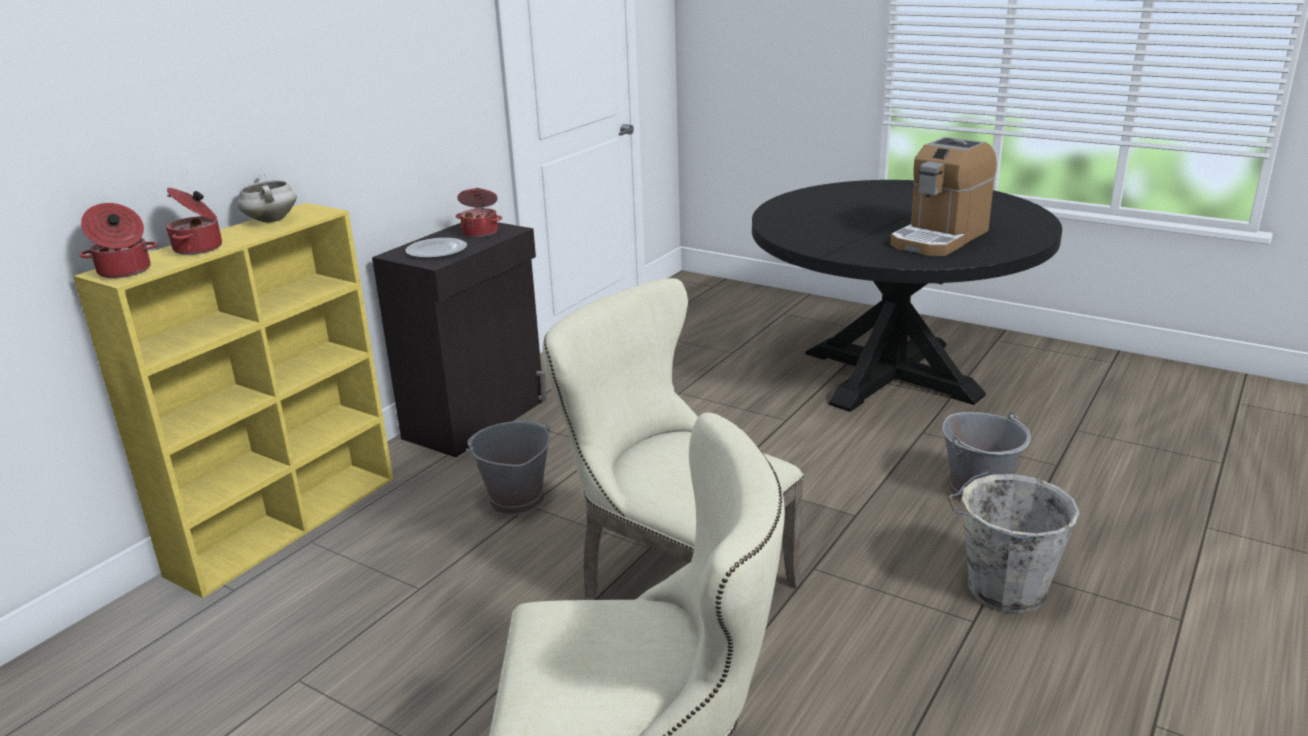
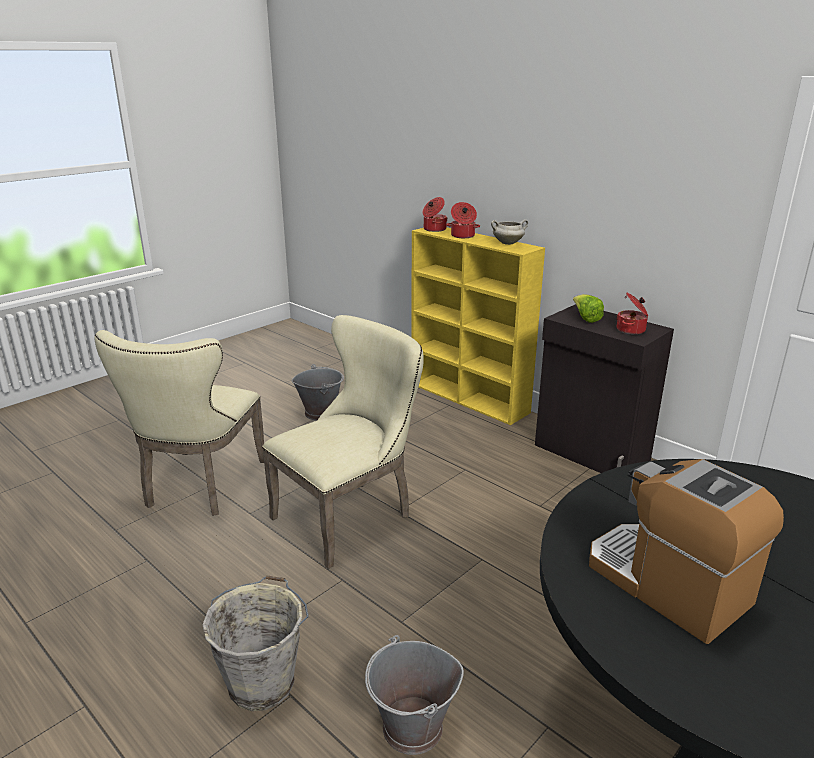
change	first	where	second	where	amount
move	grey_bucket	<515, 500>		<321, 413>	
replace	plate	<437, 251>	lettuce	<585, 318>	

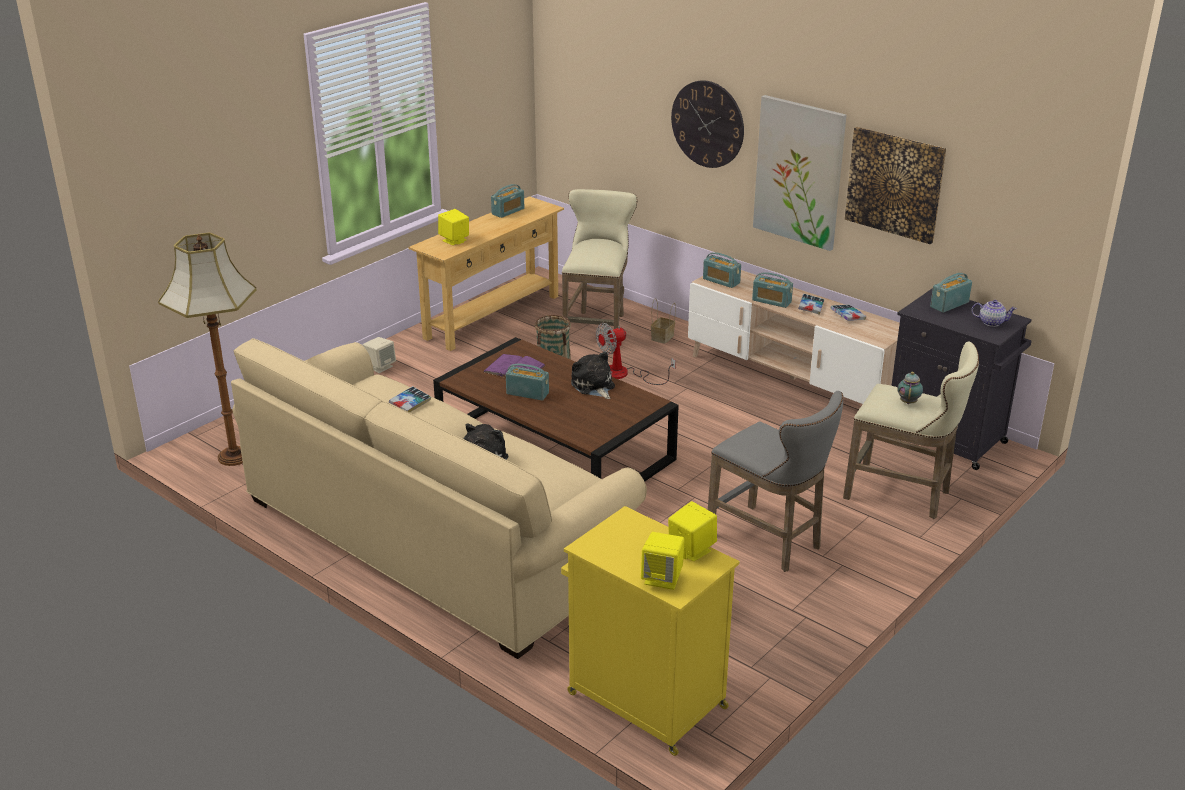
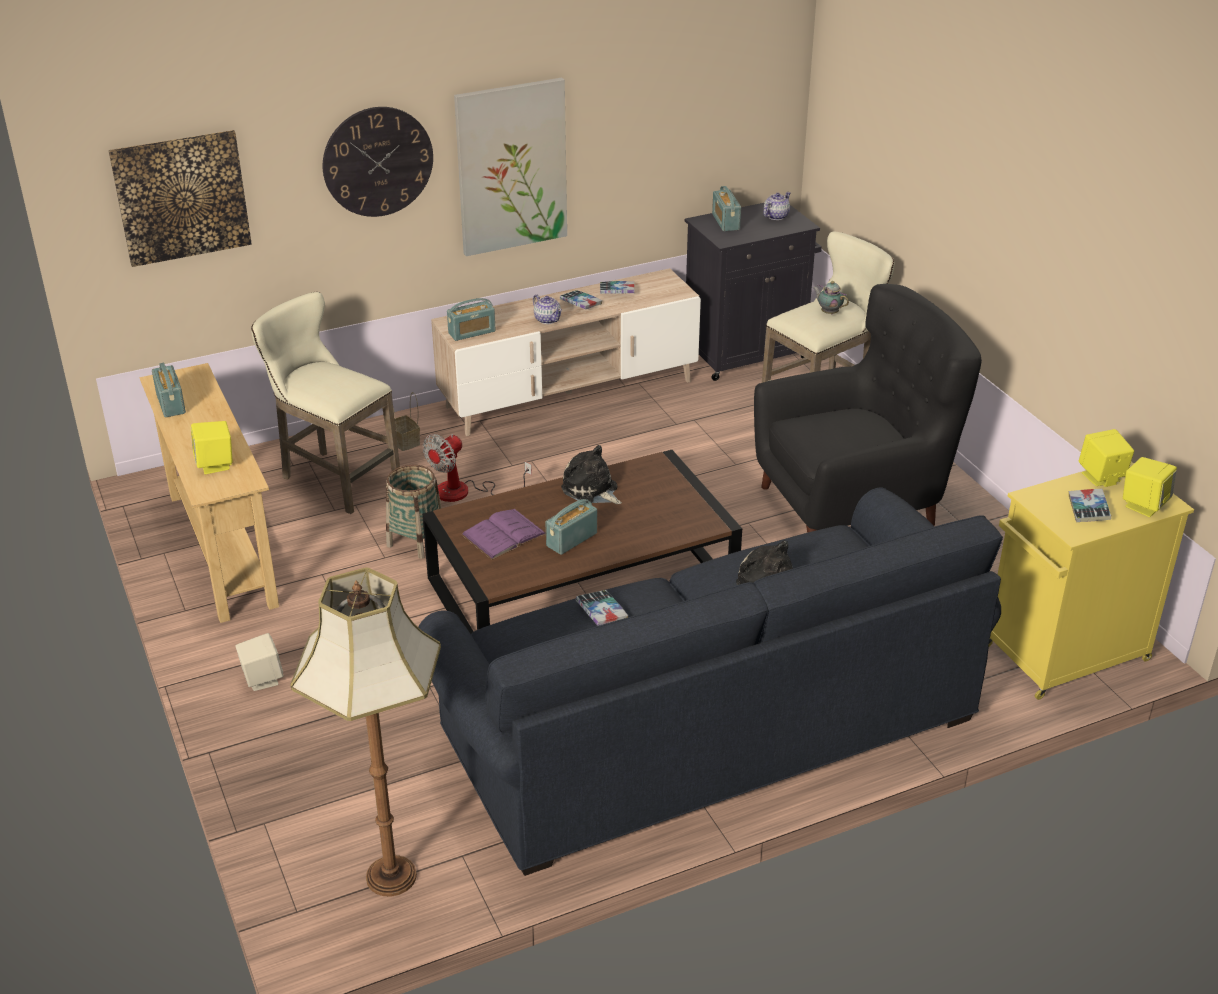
change	first	where	second	where	amount
insert			book	<1088, 509>	
move	picture	<895, 184>		<181, 197>	
replace	grey_stool	<769, 542>	black_armchair	<853, 504>	
replace	radio	<771, 301>	teapot	<547, 319>	
recolor	beige_sofa	<433, 536>	blue_sofa	<709, 727>	
rotate	plush_toy	<593, 386>		<591, 490>	45 degrees clockwise
rotate	fan	<624, 374>		<465, 492>	45 degrees clockwise

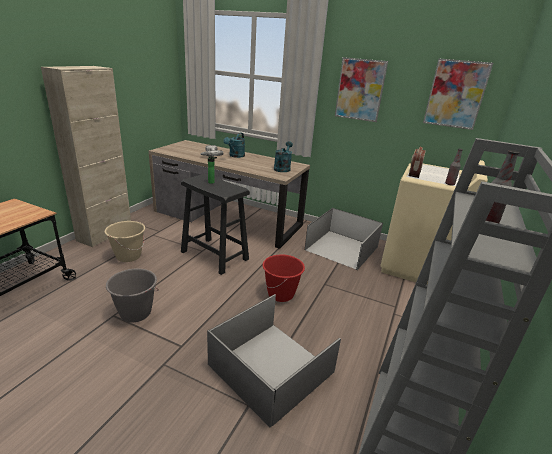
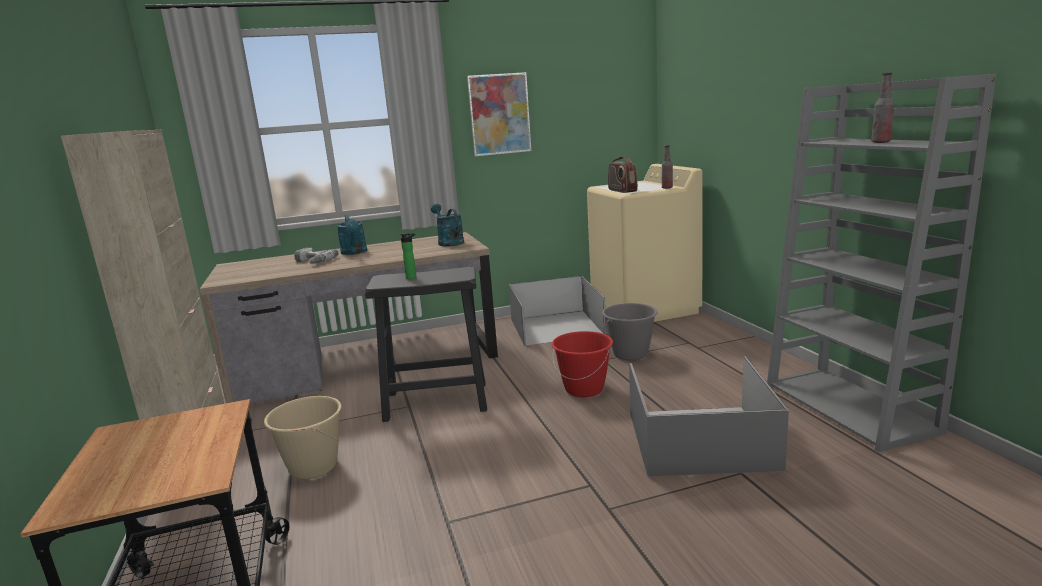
change	first	where	second	where	amount
delete	picture	<456, 94>			
move	grey_bucket	<135, 313>		<630, 354>	

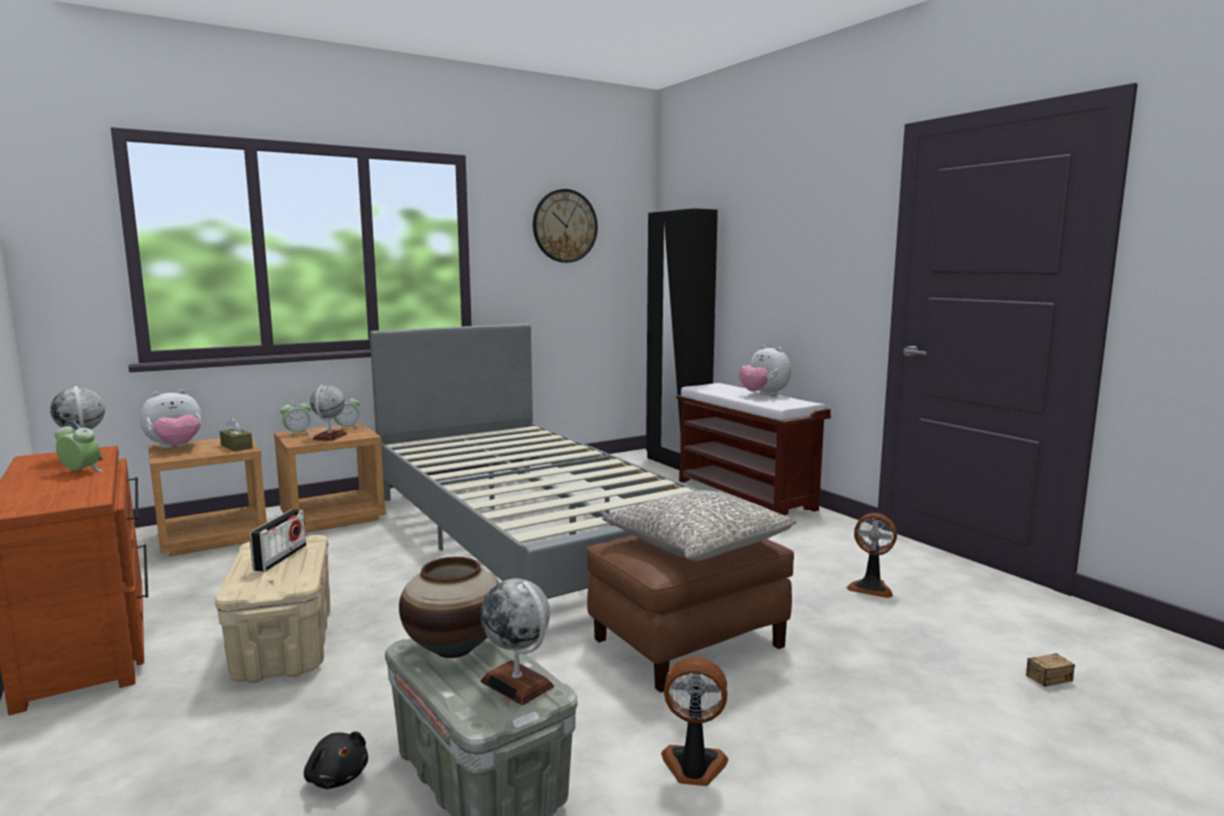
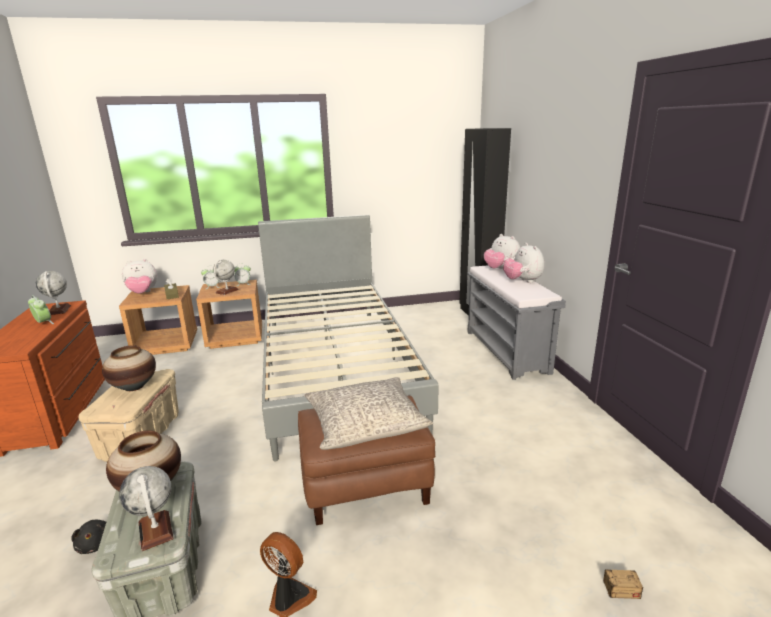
change	first	where	second	where	amount
delete	wall_clock	<564, 226>			
delete	fan	<871, 587>			
insert			plush_toy	<501, 270>	
replace	radio	<280, 557>	vase	<134, 386>	
recolor	brown_bench	<746, 495>	grey_bench	<507, 351>	

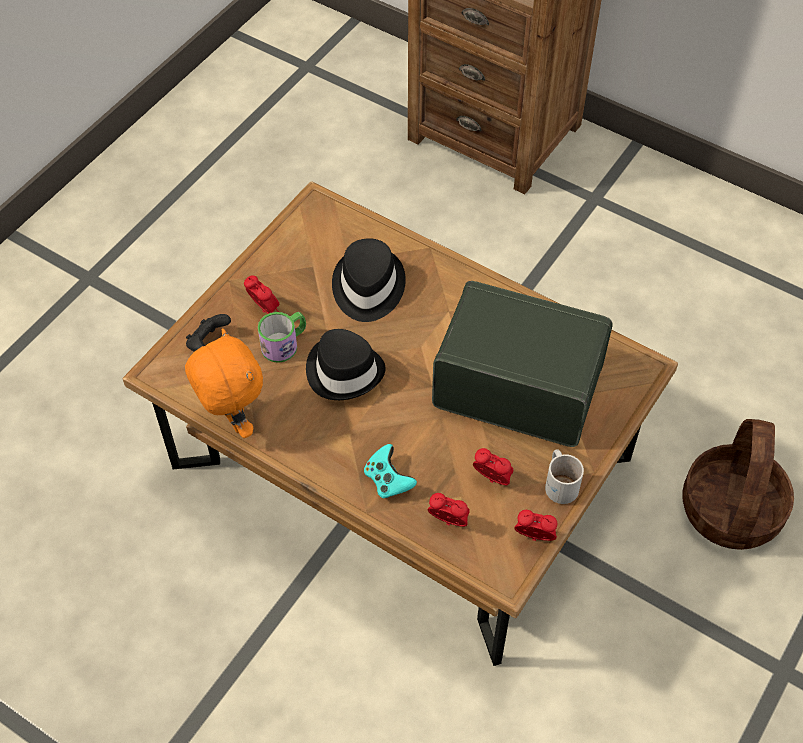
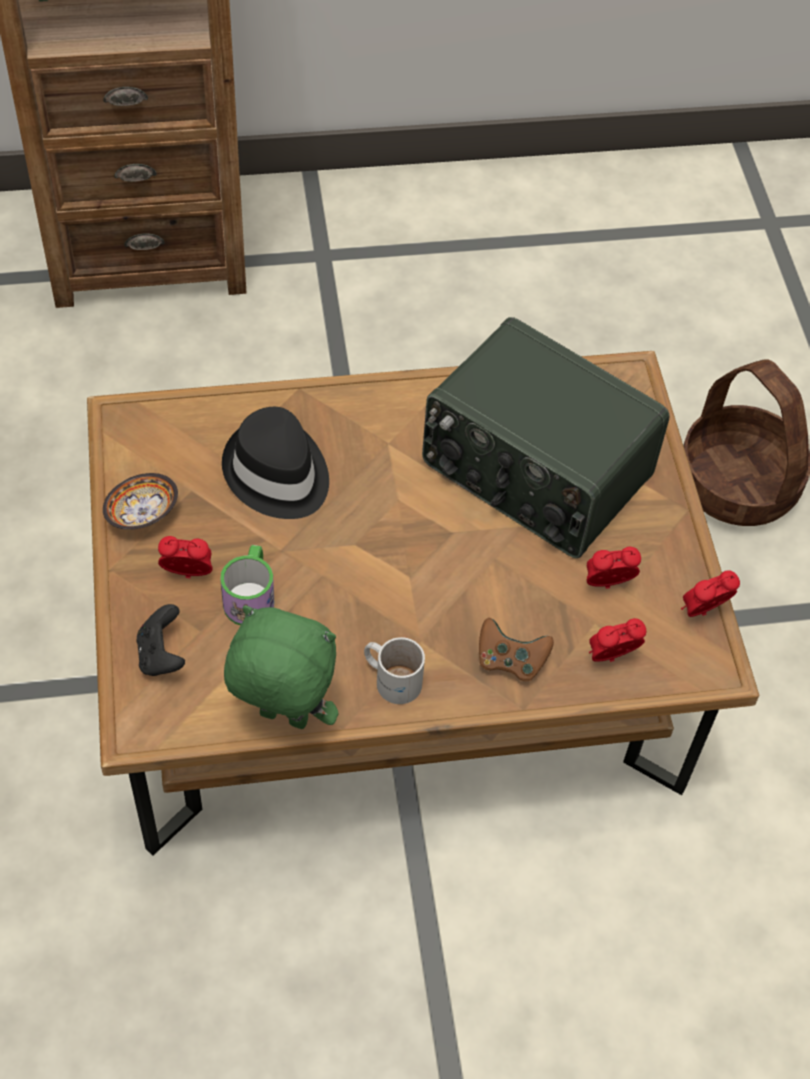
change	first	where	second	where	amount
delete	black_hat	<344, 371>			
insert			bowl	<142, 513>	
move	white_mug	<561, 482>		<392, 677>	
recolor	orange_plush_toy	<232, 420>	green_plush_toy	<282, 719>	
recolor	turquoise_game_controller	<388, 480>	brown_game_controller	<510, 660>	
rotate	radio	<518, 385>		<534, 472>	120 degrees counterclockwise

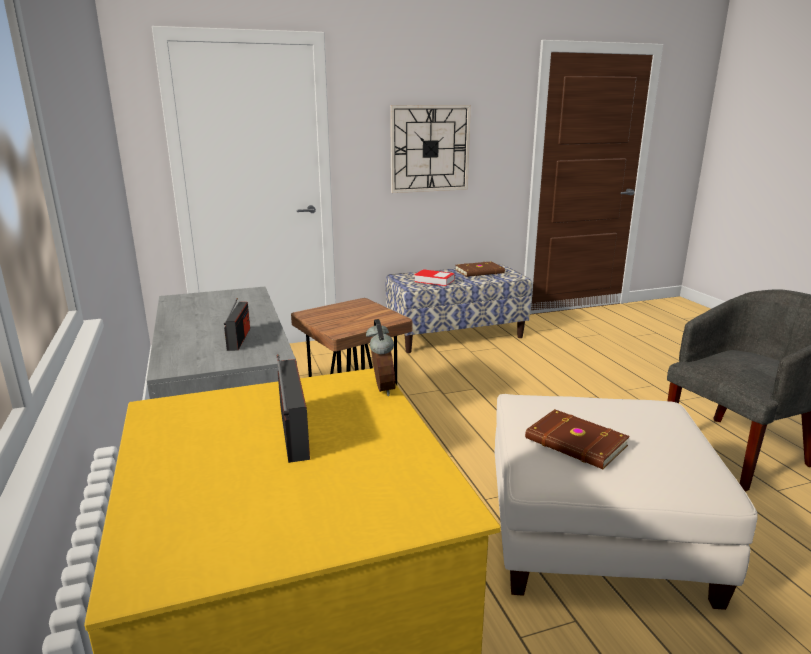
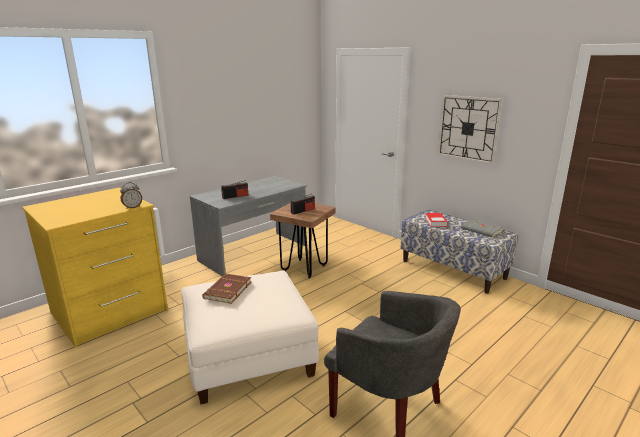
change	first	where	second	where	amount
move	radio	<294, 431>		<303, 211>	
recolor	brown_book	<480, 272>	grey_book	<481, 230>	

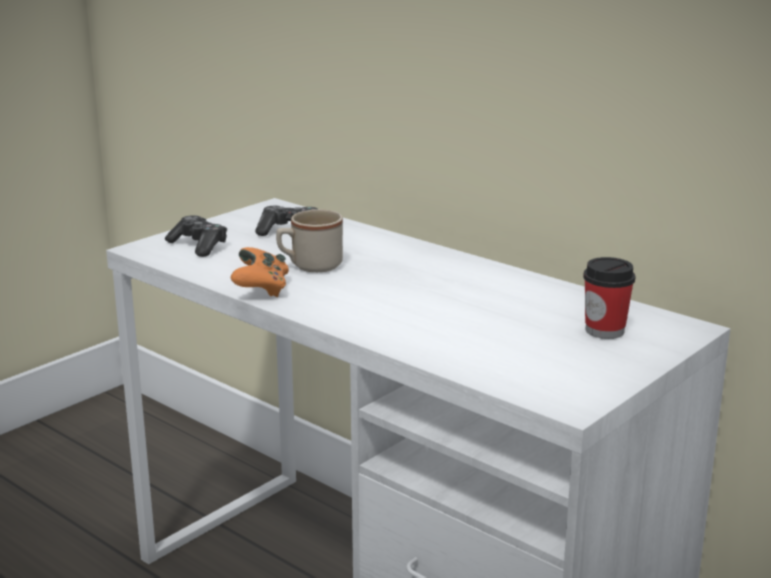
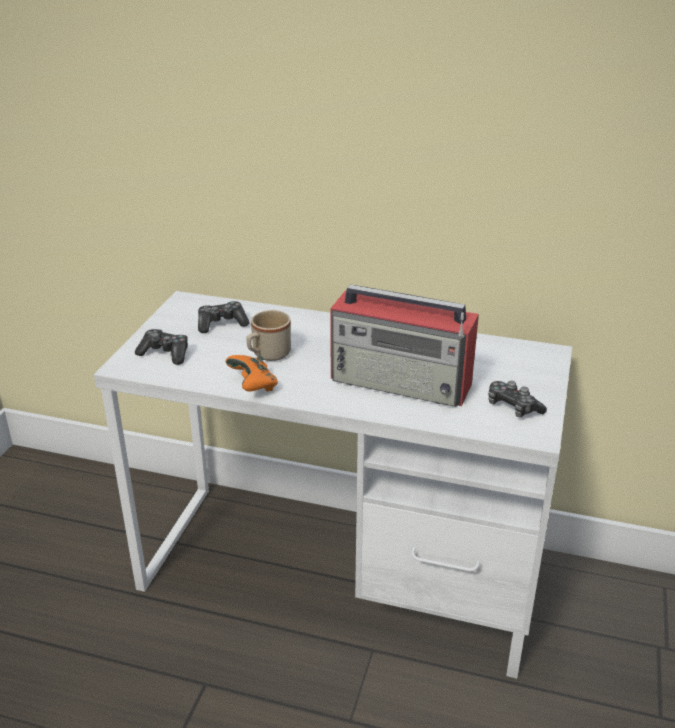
change	first	where	second	where	amount
delete	cup	<604, 330>			
insert			radio	<402, 382>	
insert			game_controller	<512, 407>	

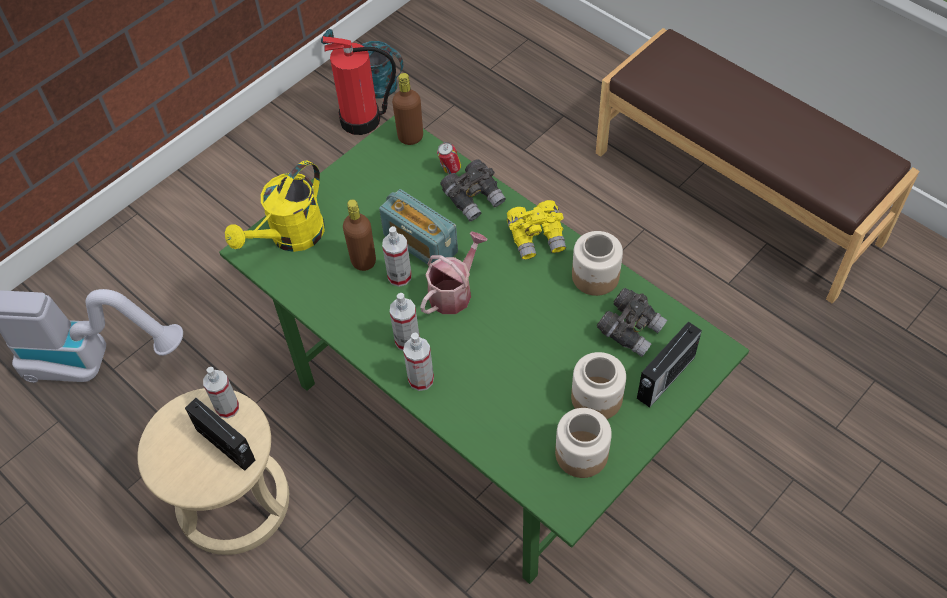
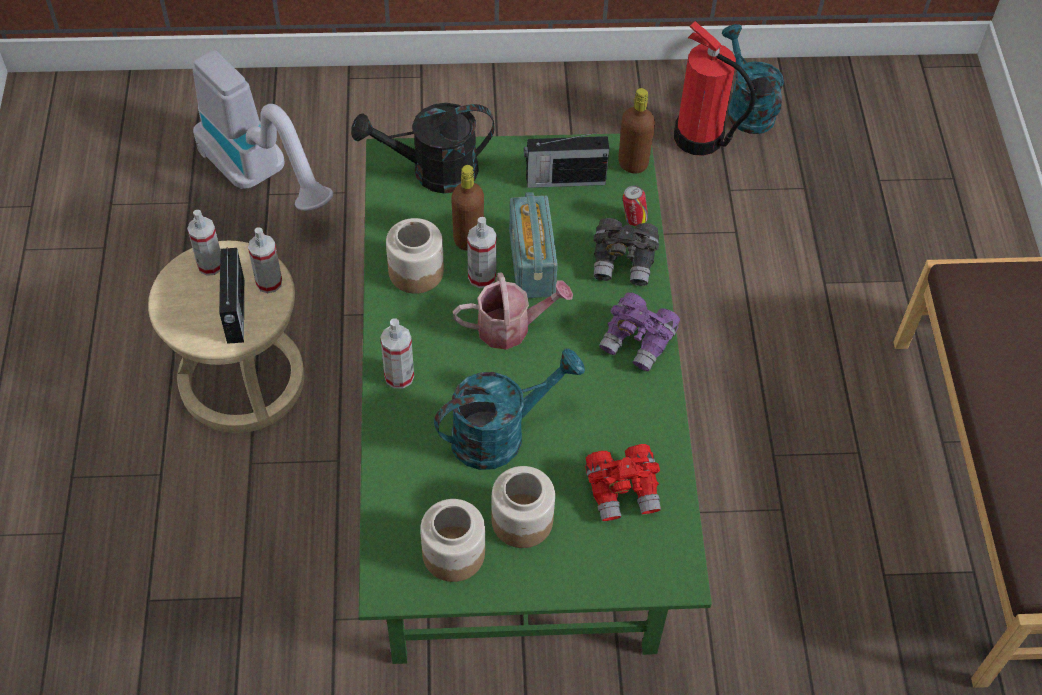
change	first	where	second	where	amount
insert			turquoise_watering_can	<500, 433>	
move	spray_bottle	<407, 341>		<210, 265>	
move	jar	<594, 276>		<416, 271>	
move	radio	<664, 378>		<564, 179>	
recolor	yellow_watering_can	<290, 238>	black_watering_can	<433, 172>	
recolor	yellow_binoculars	<537, 238>	purple_binoculars	<638, 341>	
recolor	grey_binoculars	<630, 330>	red_binoculars	<623, 491>	

